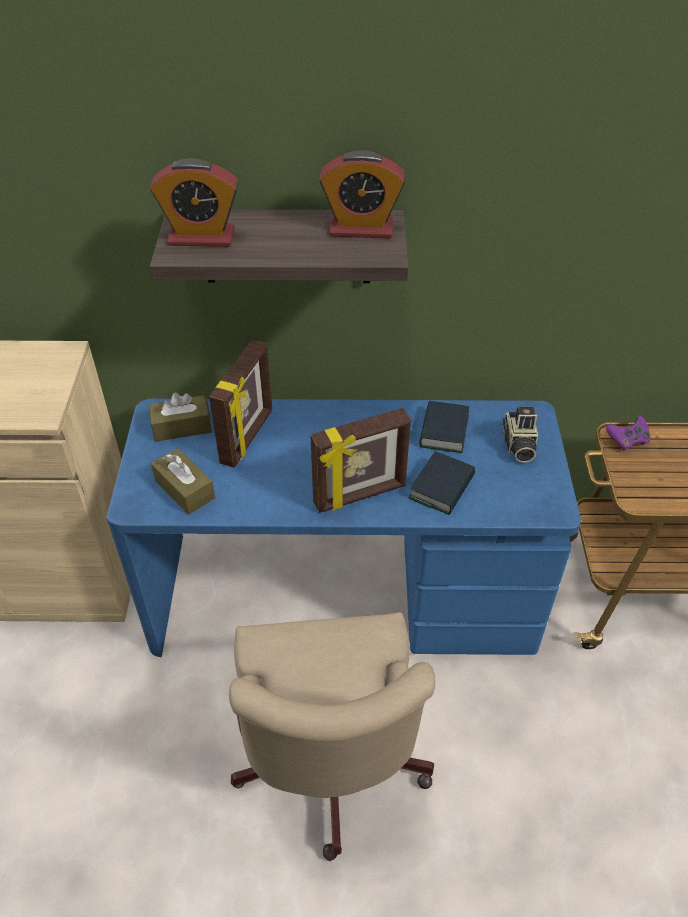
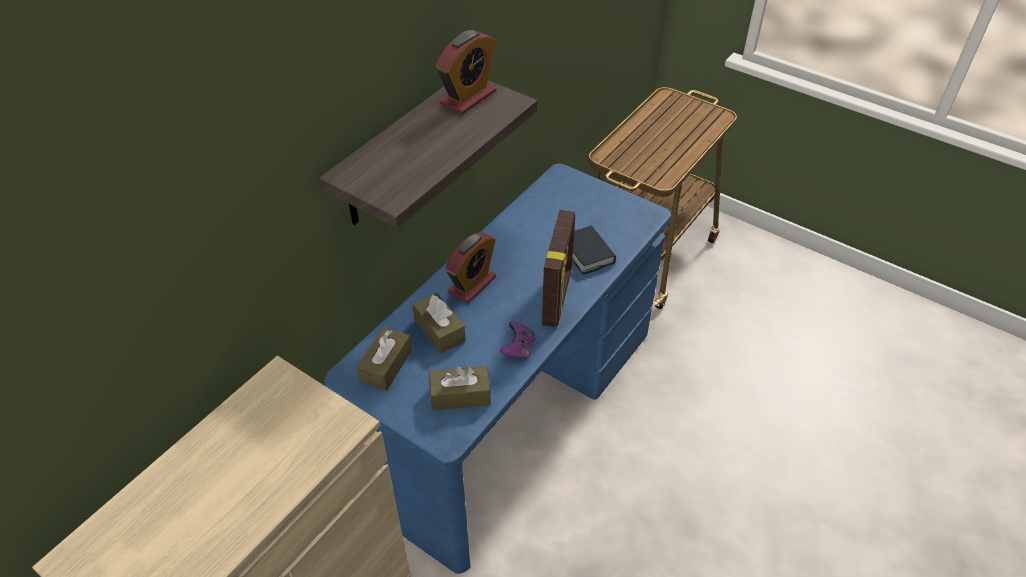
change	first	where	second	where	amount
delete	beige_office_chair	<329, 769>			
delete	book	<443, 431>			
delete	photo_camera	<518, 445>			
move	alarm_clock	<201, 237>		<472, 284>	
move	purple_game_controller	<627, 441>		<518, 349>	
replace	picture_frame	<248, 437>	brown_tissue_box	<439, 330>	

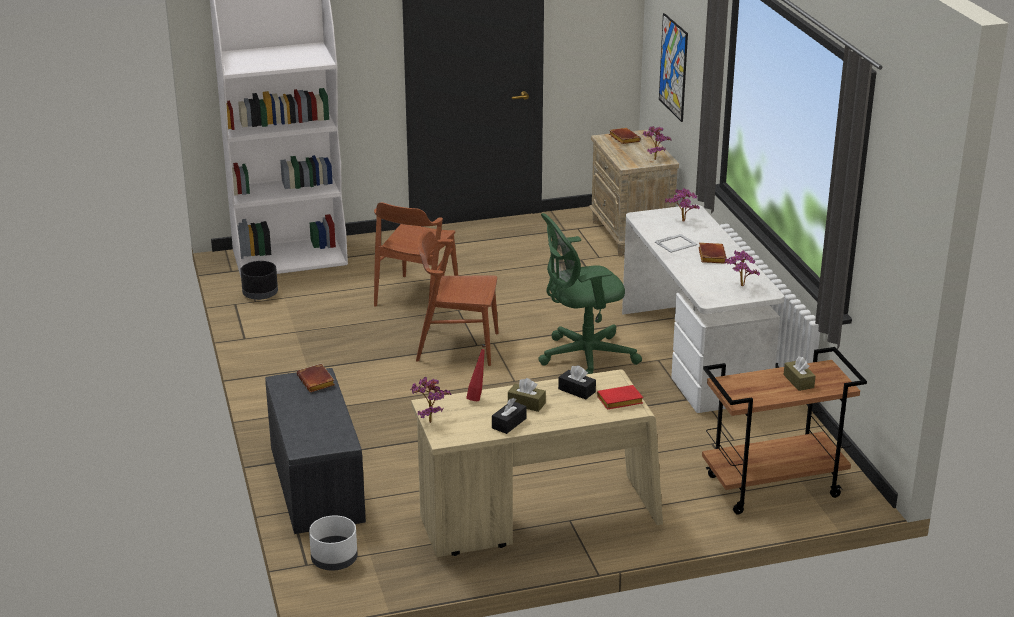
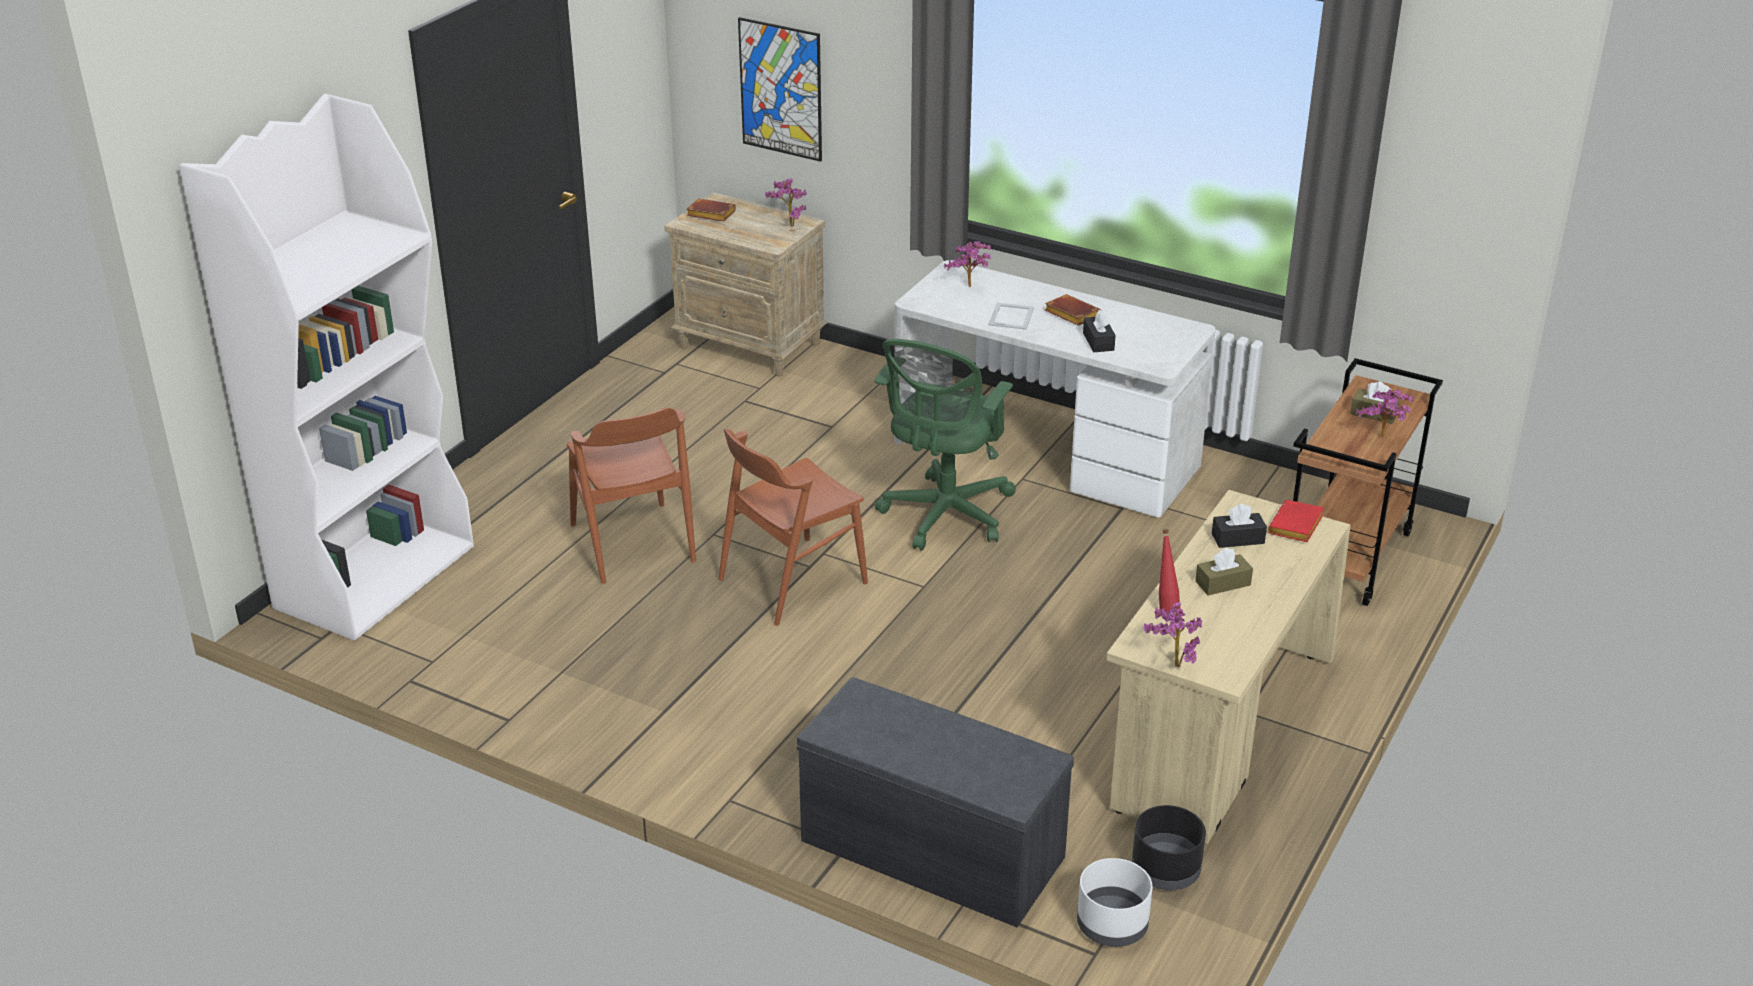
change	first	where	second	where	amount
delete	brown_book	<317, 382>			
move	black_planter	<260, 294>		<1164, 870>	
move	black_tissue_box	<509, 423>		<1098, 341>	
move	potted_plant	<740, 286>		<1383, 439>	

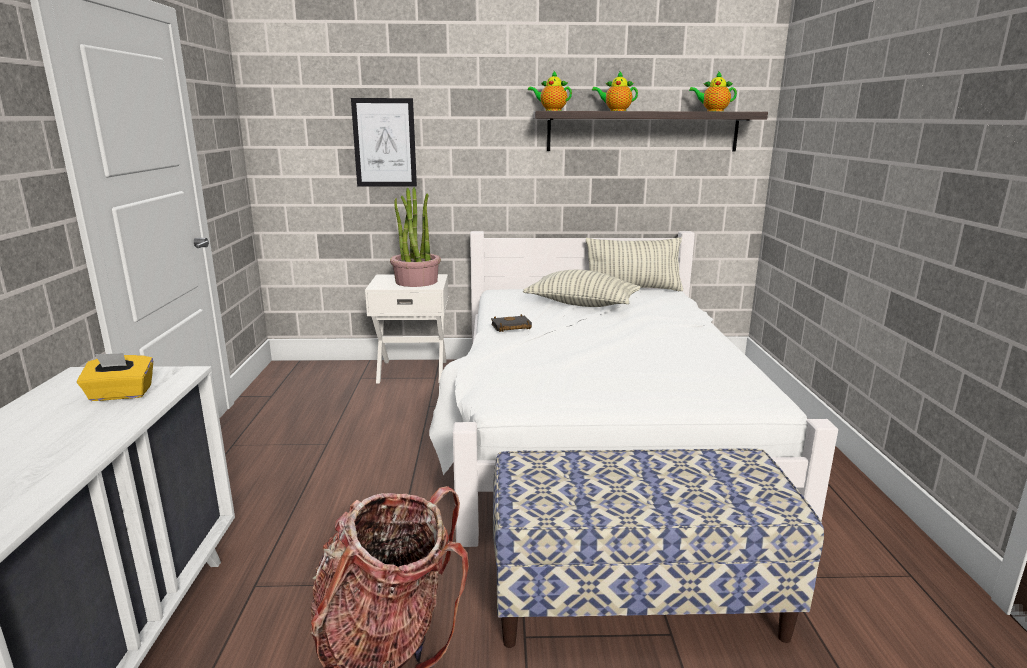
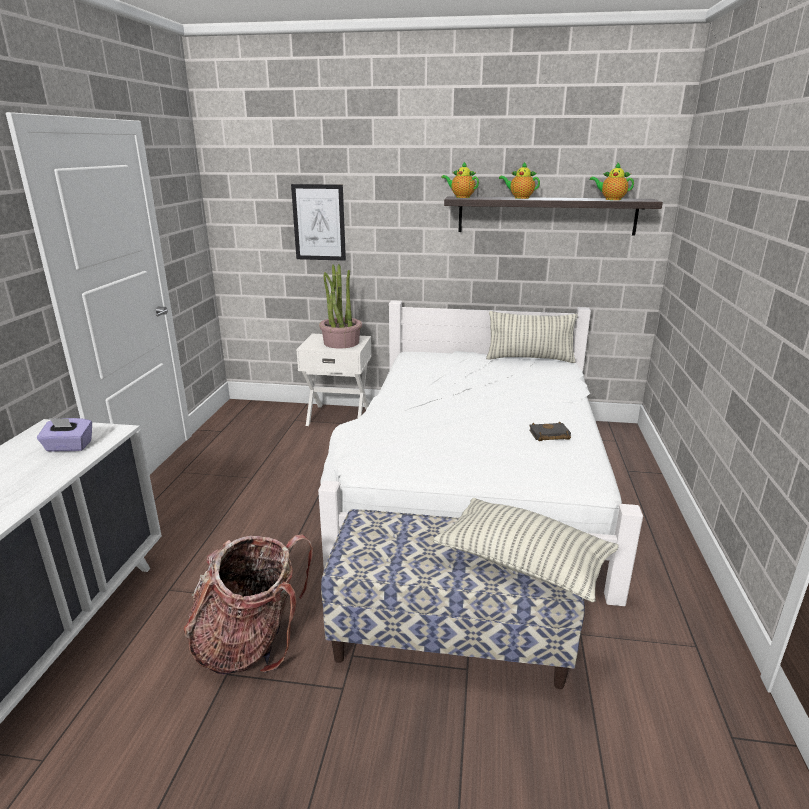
change	first	where	second	where	amount
move	black_book	<510, 327>		<548, 435>	
move	pillow	<582, 304>		<523, 563>	
recolor	yellow_tissue_box	<120, 394>	purple_tissue_box	<69, 447>	

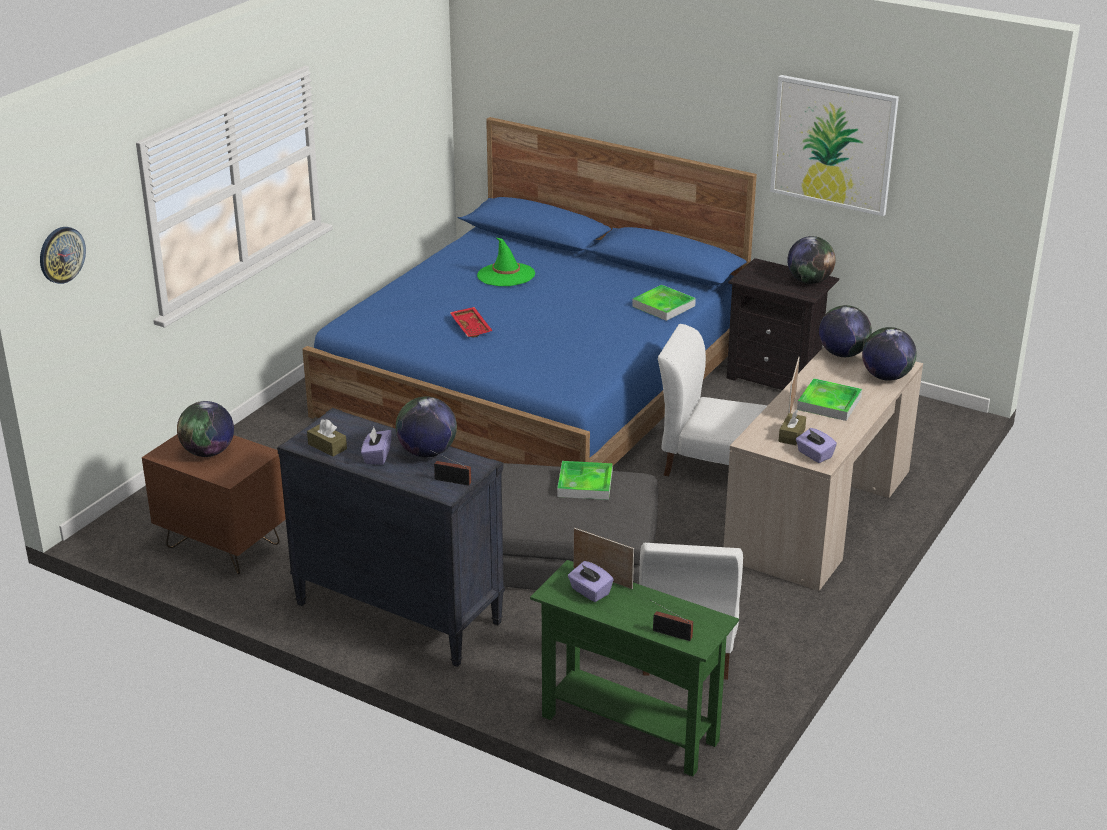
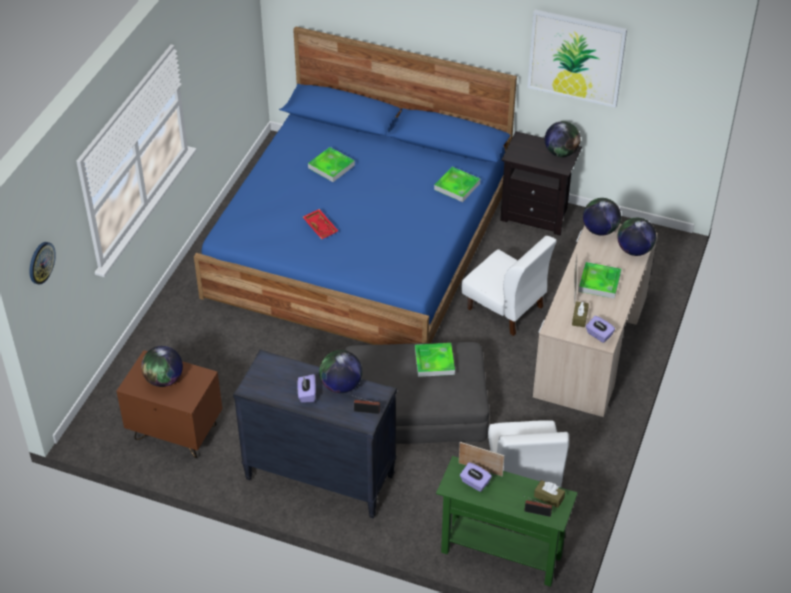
change	first	where	second	where	amount
move	brown_tissue_box	<327, 446>		<549, 497>	
replace	green_hat	<506, 275>	tray	<331, 166>	
rotate	white_chair	<709, 464>		<505, 308>	150 degrees counterclockwise

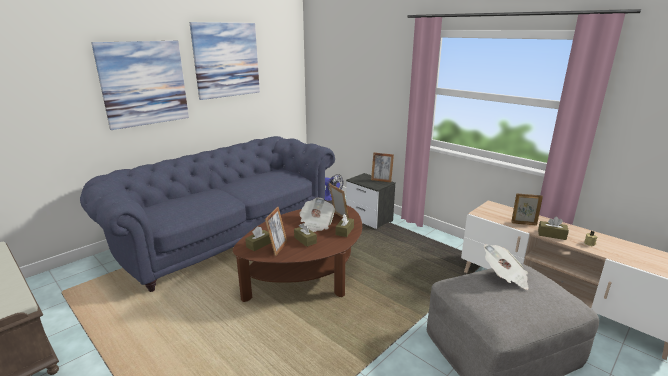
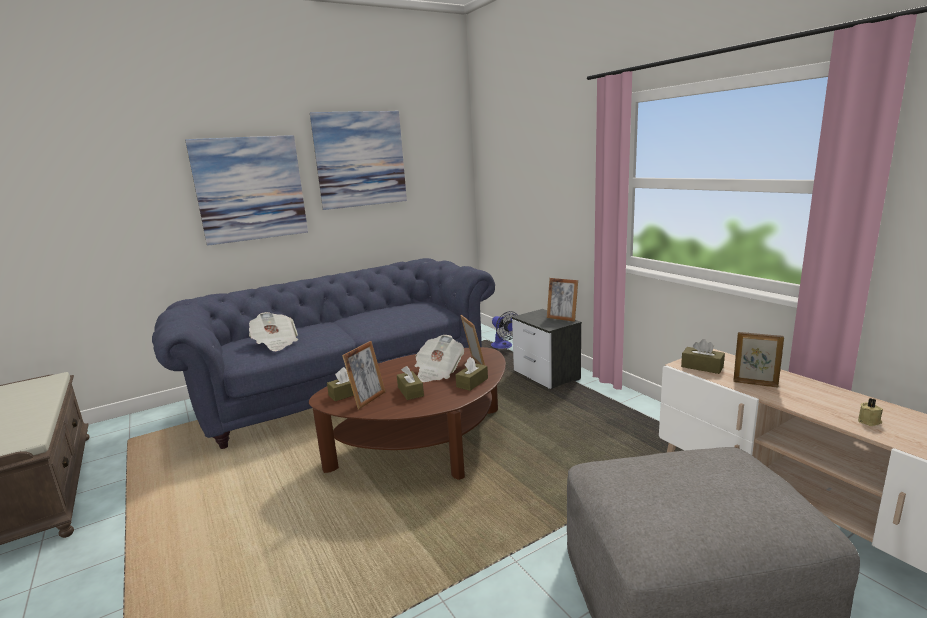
change	first	where	second	where	amount
move	newspaper	<505, 277>		<275, 343>	
move	brown_tissue_box	<551, 235>		<702, 367>	

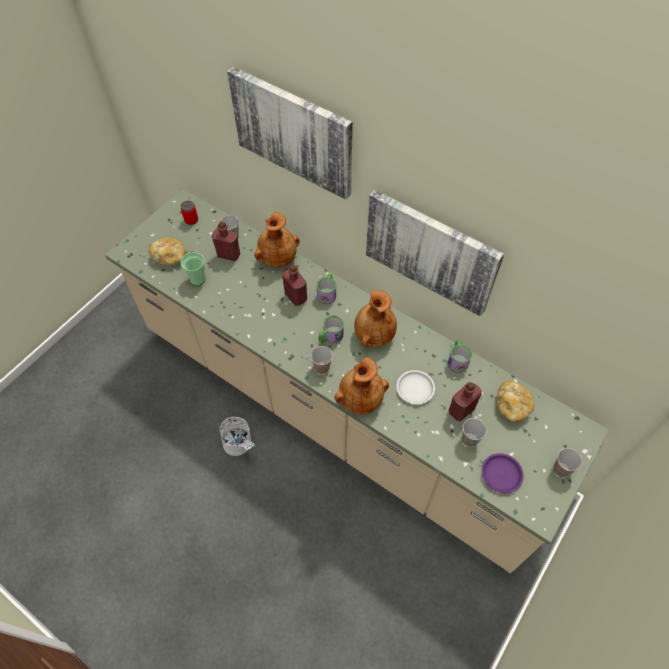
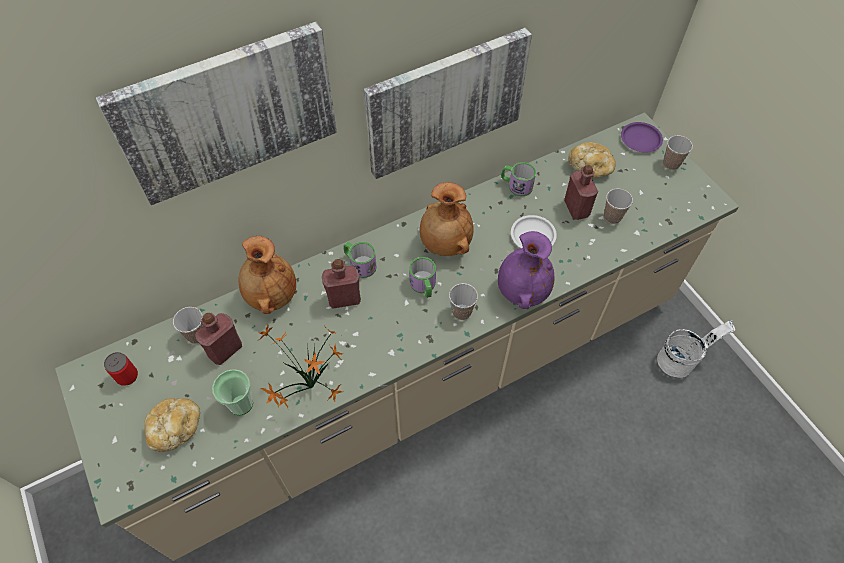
change	first	where	second	where	amount
insert			potted_plant	<309, 389>	
move	white_bucket	<240, 446>		<681, 360>	
move	purple_plate	<501, 474>		<640, 139>	
recolor	brown_vase	<360, 399>	purple_vase	<521, 291>	

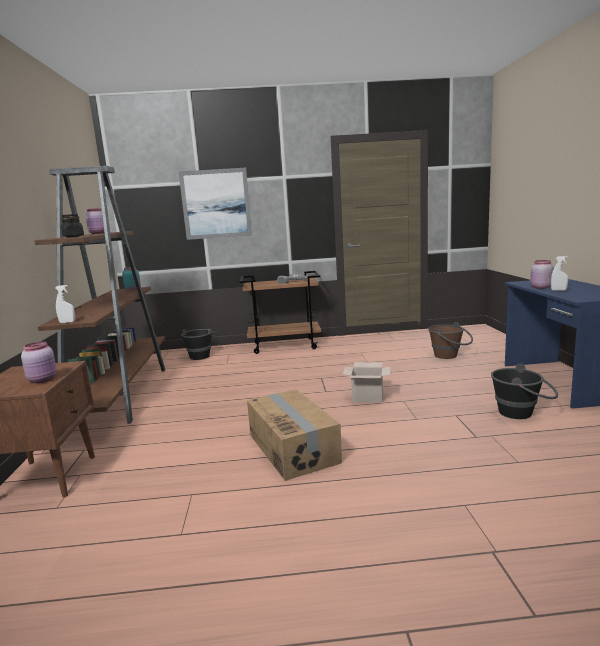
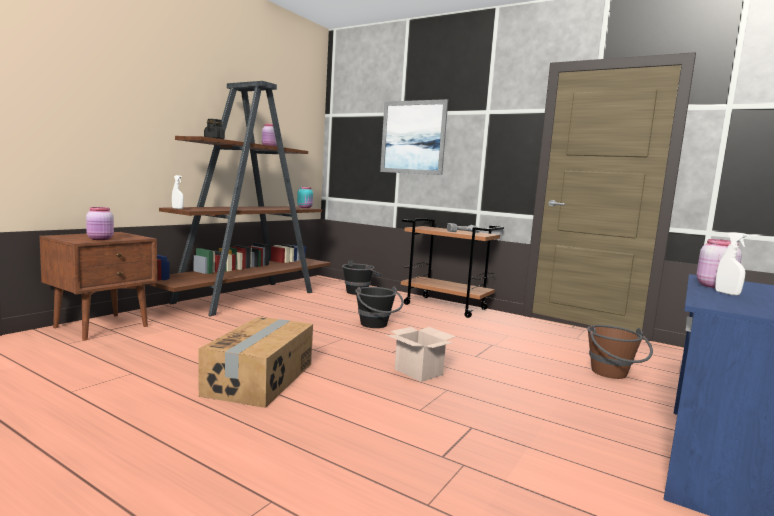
change	first	where	second	where	amount
move	black_bucket	<522, 413>		<376, 326>	

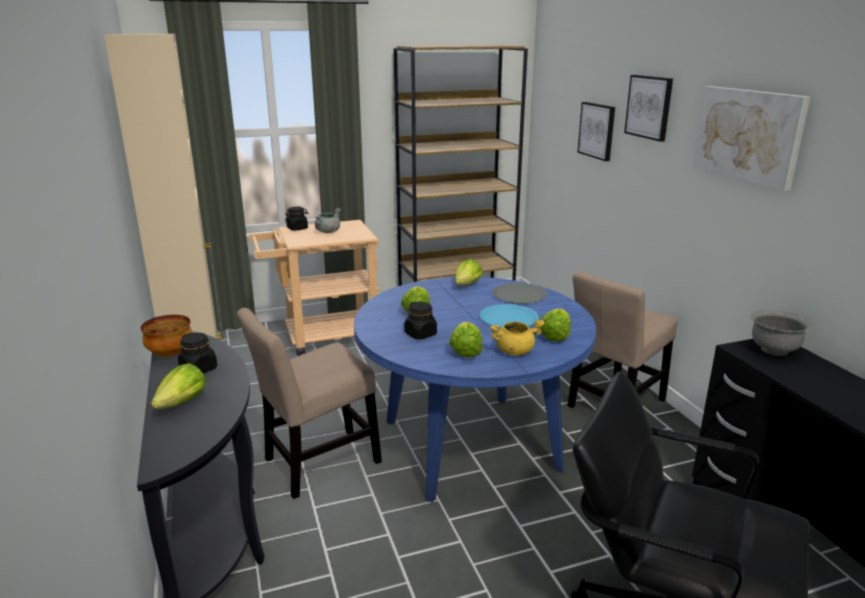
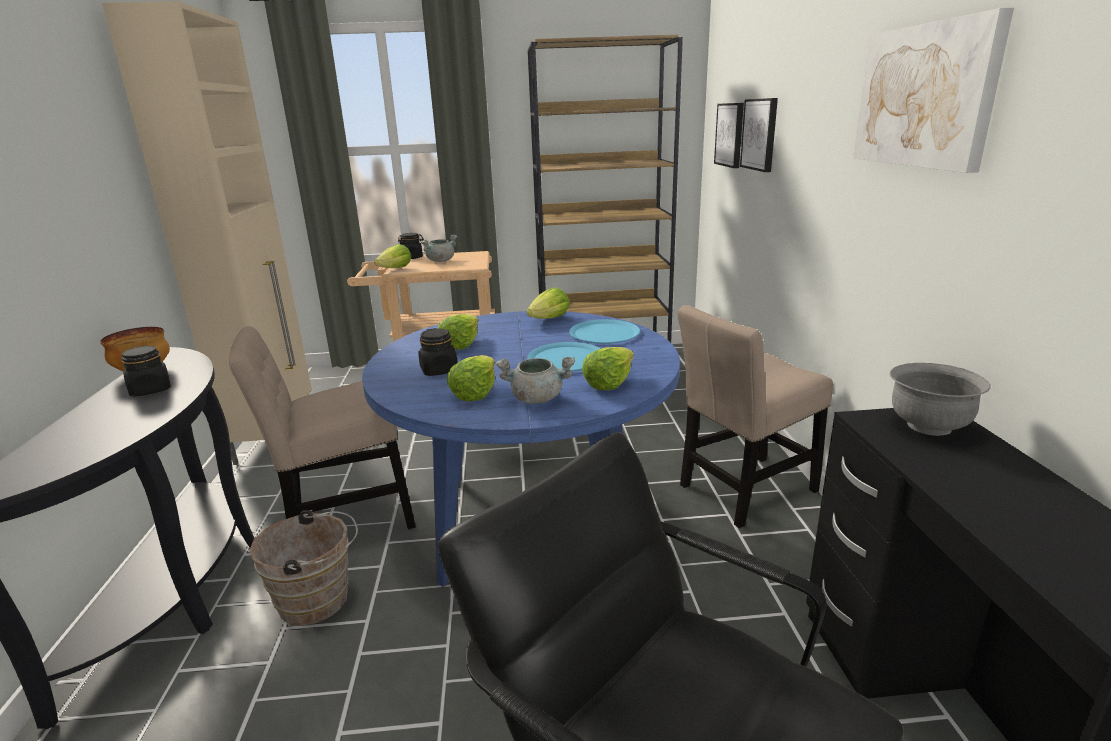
change	first	where	second	where	amount
insert			brown_bucket	<320, 600>	
move	lettuce	<182, 402>		<395, 269>	
move	picture	<649, 107>		<730, 134>	
recolor	yellow_cooking_pot	<514, 351>	grey_cooking_pot	<537, 398>	
recolor	grey_plate	<519, 295>	blue_plate	<604, 333>	

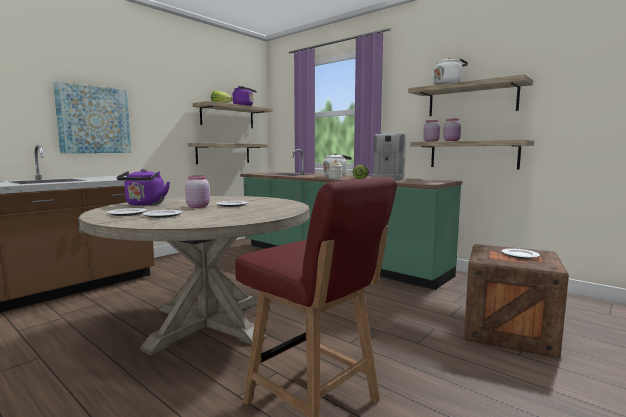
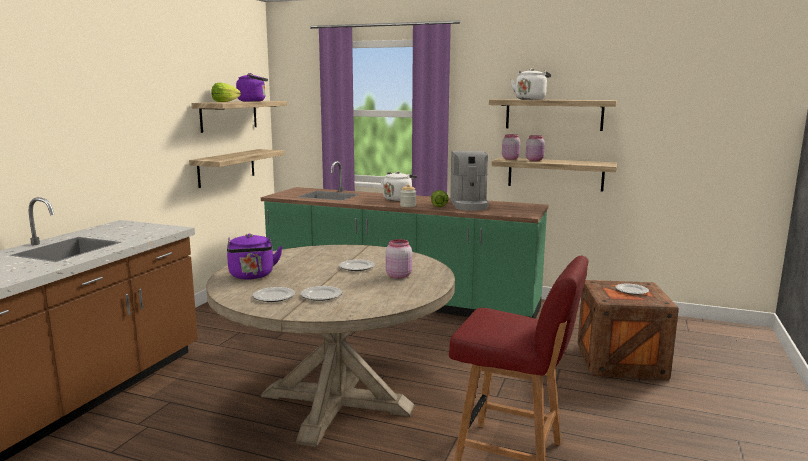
change	first	where	second	where	amount
delete	picture	<94, 120>			
move	pink_jar	<198, 206>		<398, 275>	

